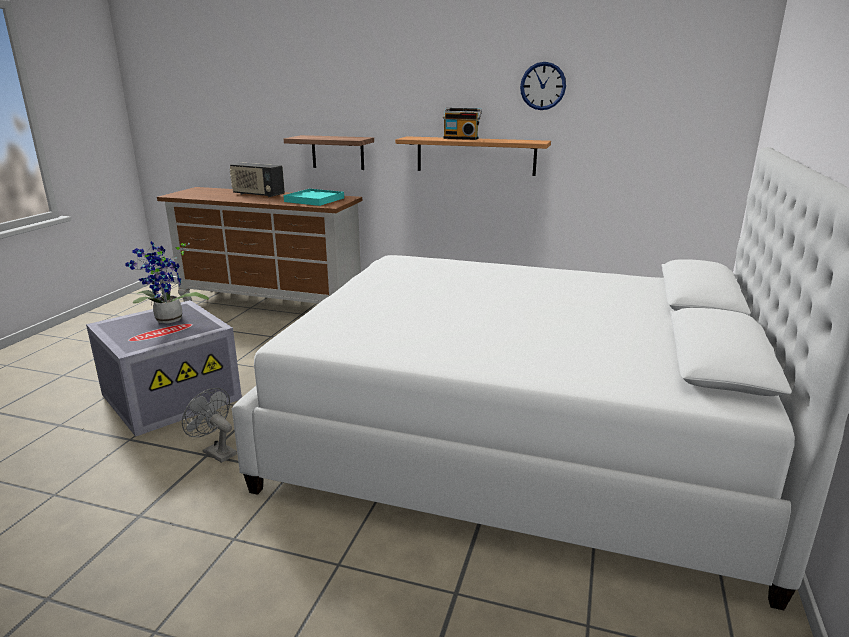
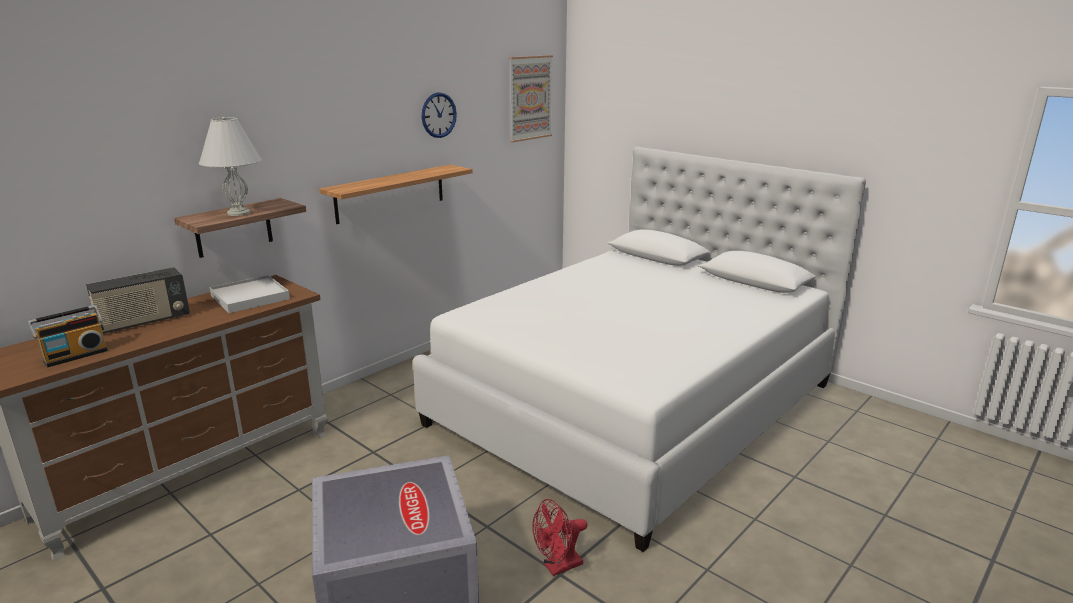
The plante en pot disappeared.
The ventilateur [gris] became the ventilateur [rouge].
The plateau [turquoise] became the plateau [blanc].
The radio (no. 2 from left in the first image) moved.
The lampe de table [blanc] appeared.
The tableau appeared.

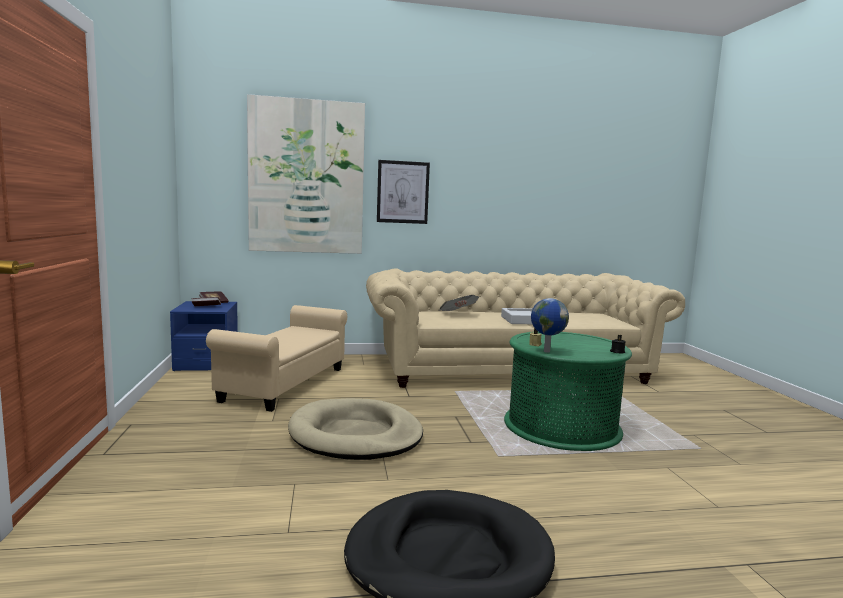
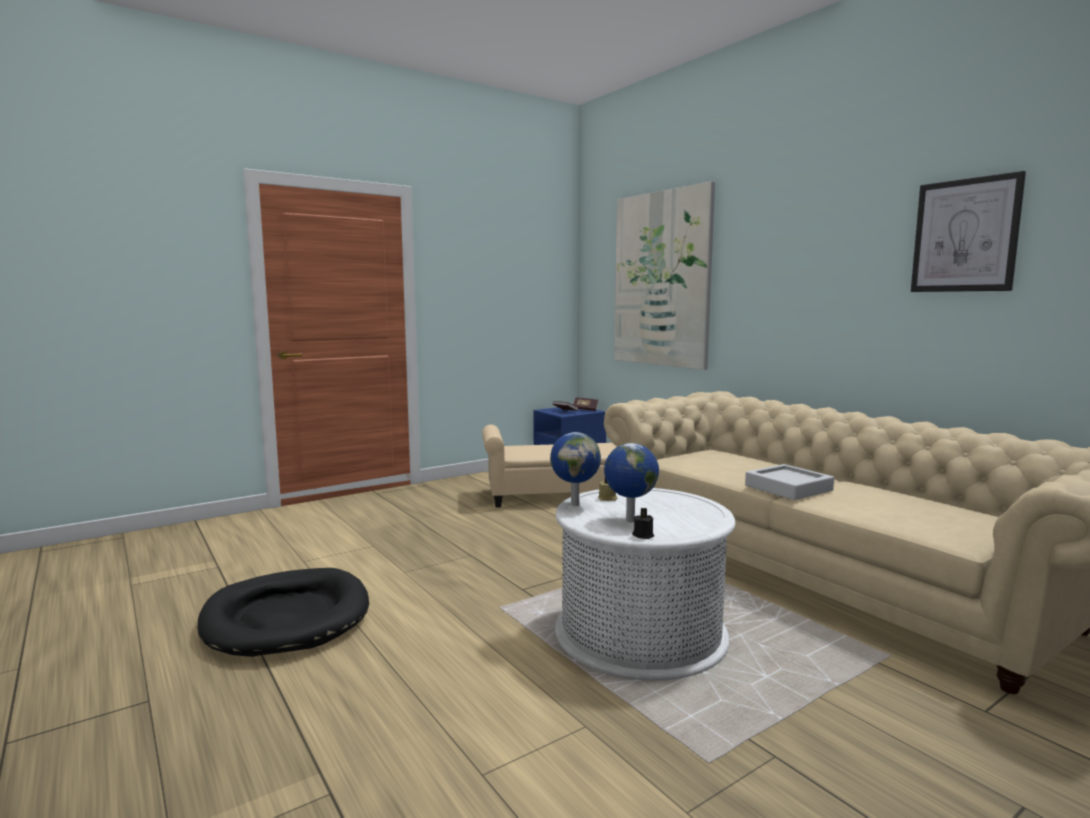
The panier pour chien [beige] disappeared.
The tableau (no. 2 from left) moved.
The journal disappeared.
The table basse [vert] became the table basse [blanc].
The globe (no. 2 from left) appeared.

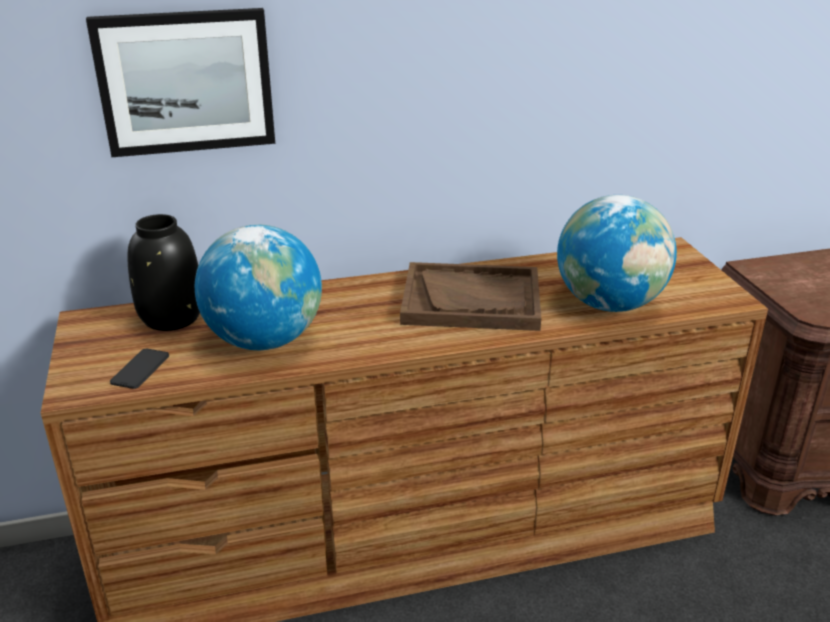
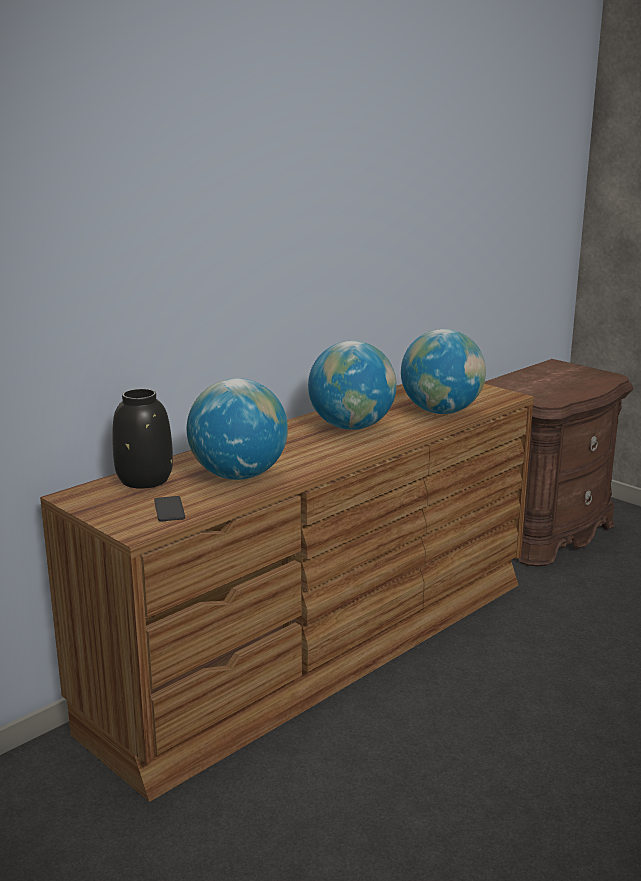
The tableau disappeared.
The plateau [marron] was replaced by the globe (no. 2 from left).

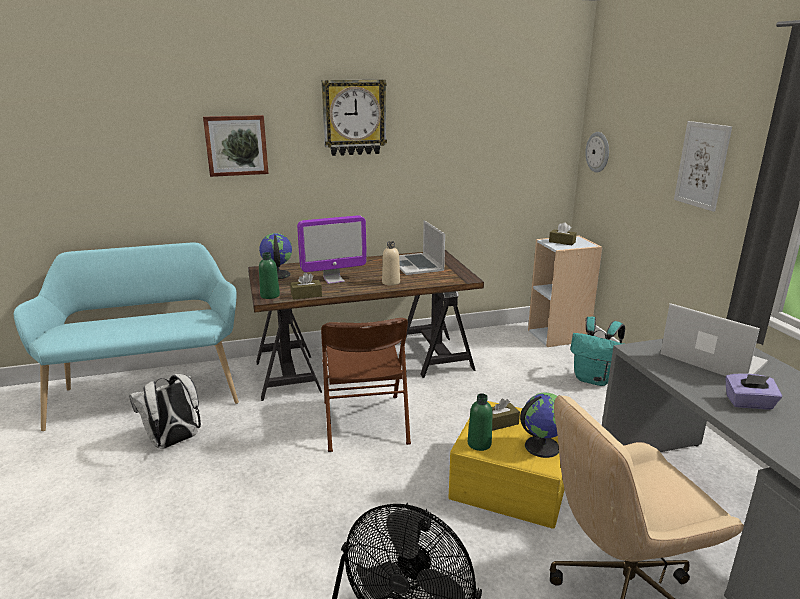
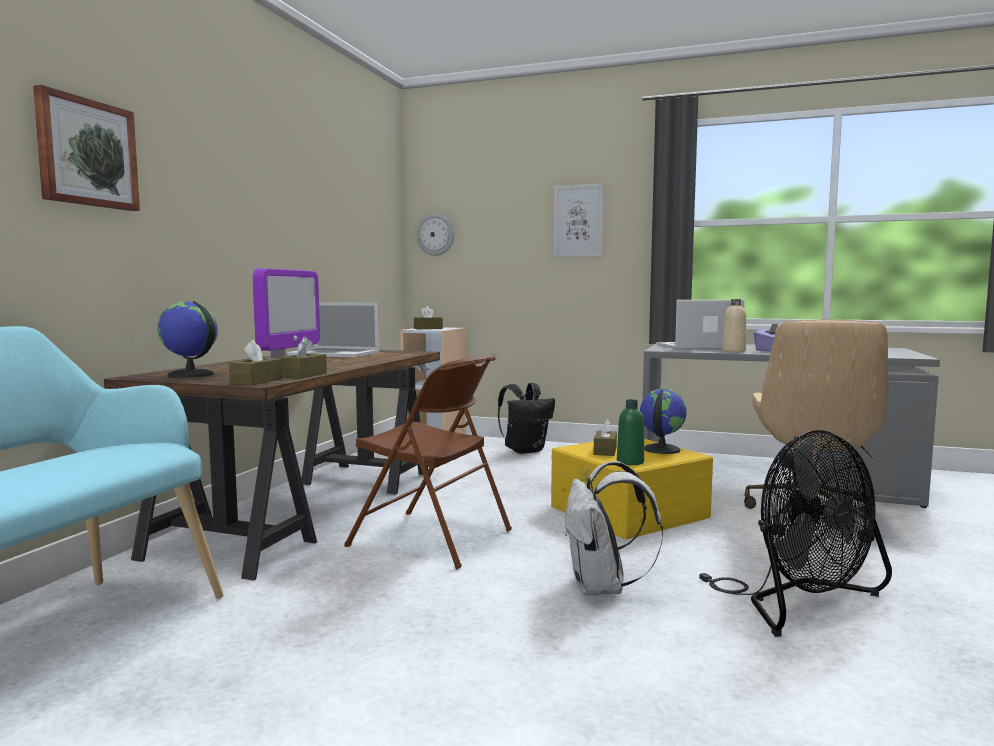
The sac à dos [blanc] moved.
The bouteille [vert] (no. 1 from left) was replaced by the boîte à mouchoirs [marron] (no. 1 from left).
The horloge murale (no. 1 from left) disappeared.
The bouteille [beige] moved.
The sac à dos [turquoise] became the sac à dos [noir].

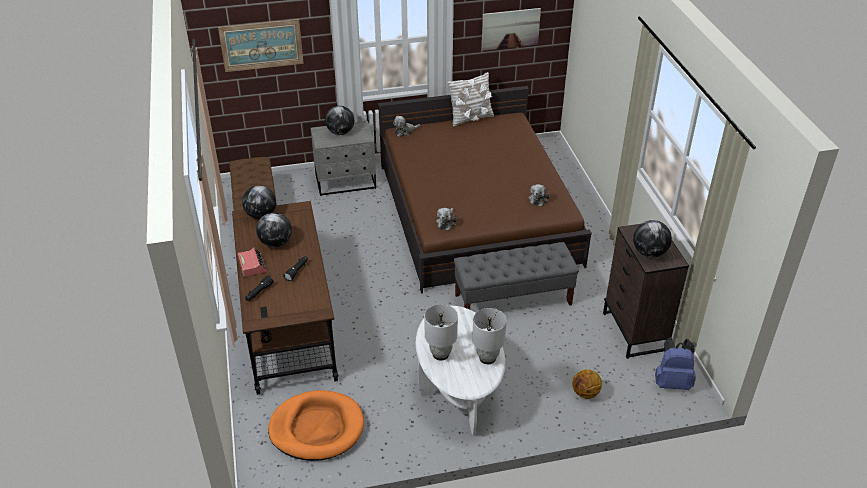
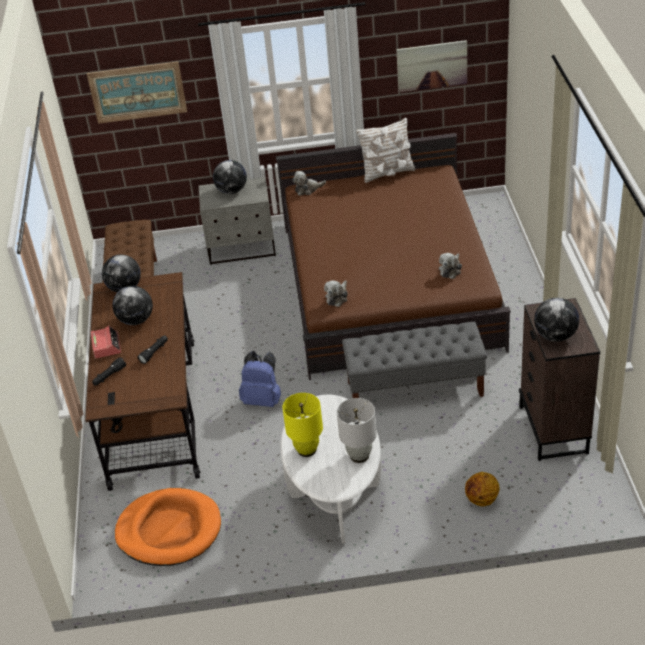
The lampe de table [blanc] (no. 1 from left) became the lampe de table [jaune].
The sac à dos [bleu] moved.

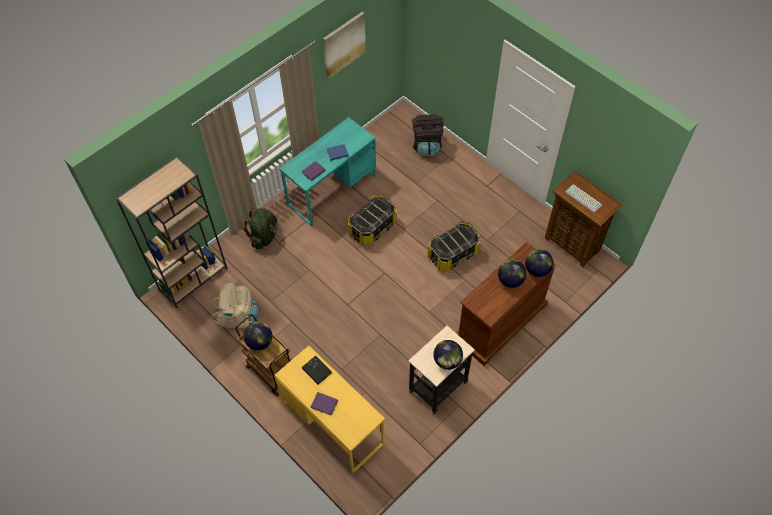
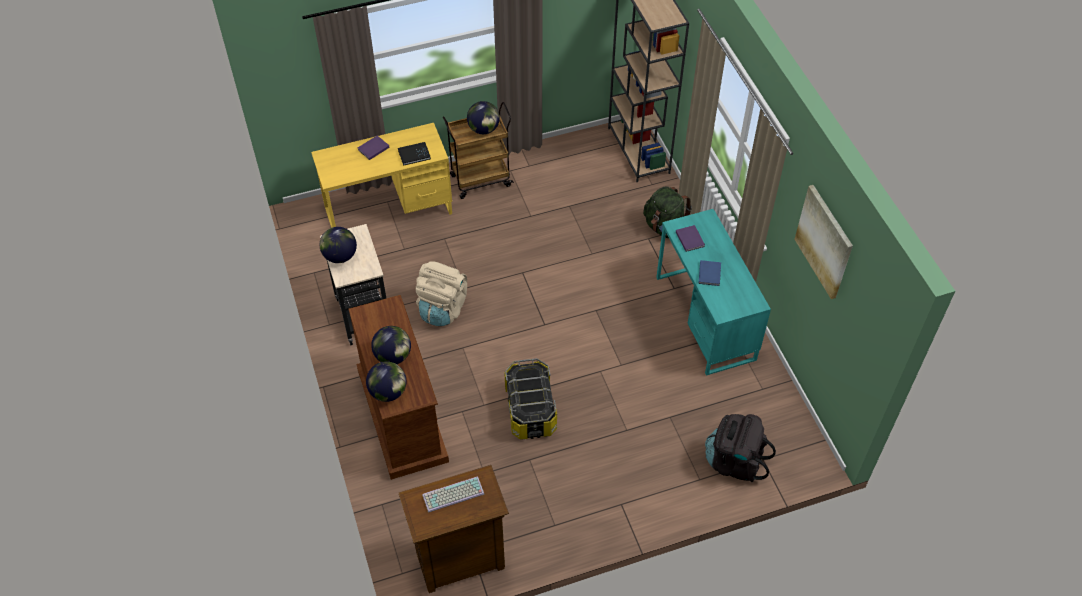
The sac à dos [beige] moved.
The boîte de rangement (no. 1 from left) disappeared.

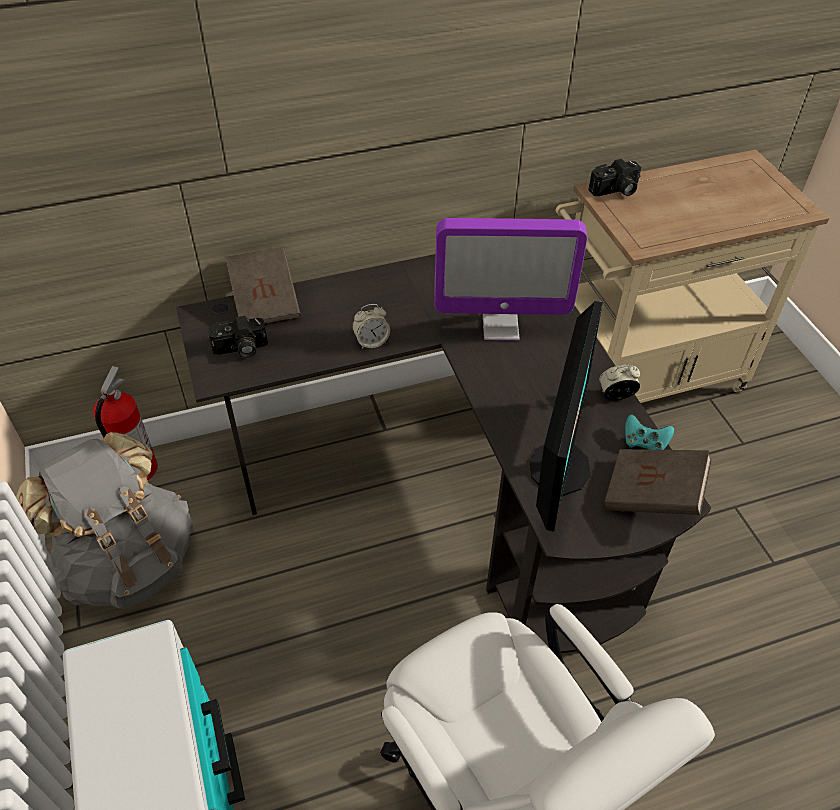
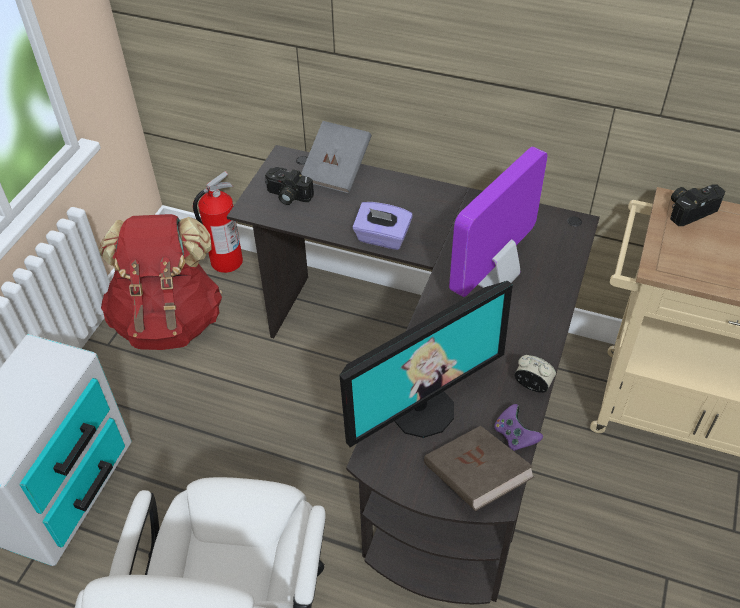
The sac à dos [gris] became the sac à dos [rouge].
The livre [marron] (no. 1 from left) became the livre [gris].
The réveil (no. 1 from left) was replaced by the boîte à mouchoirs [violet].
The écran d'ordinateur (no. 1 from left in the first image) turned 90 degrees clockwise.
The appareil photo (no. 2 from left) turned 135 degrees clockwise.
The manette [turquoise] became the manette [violet].

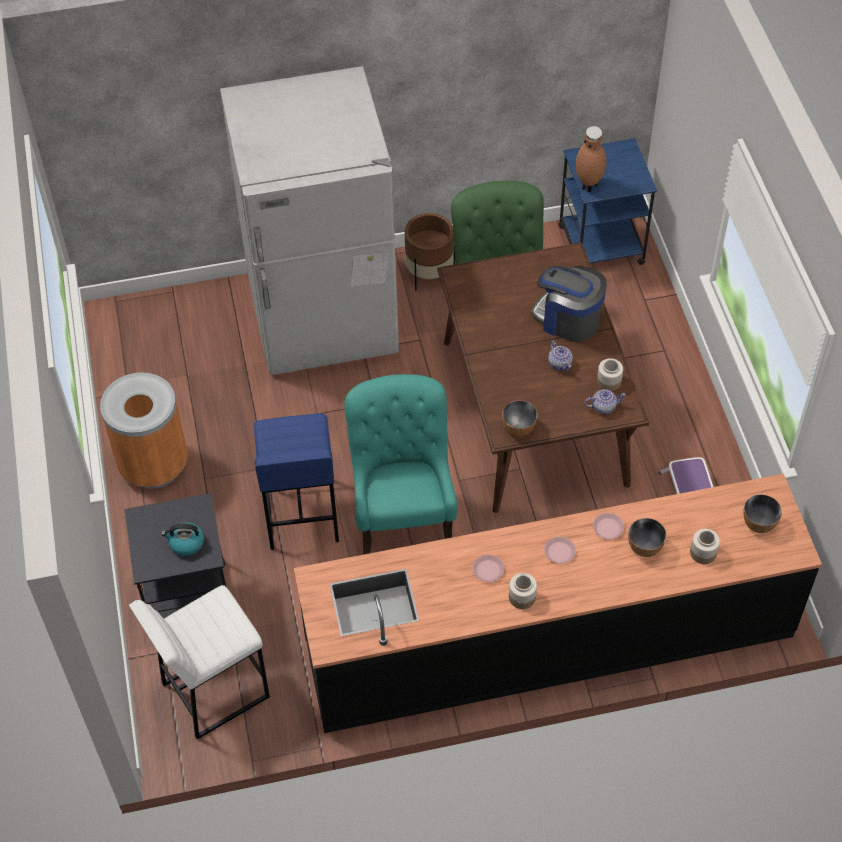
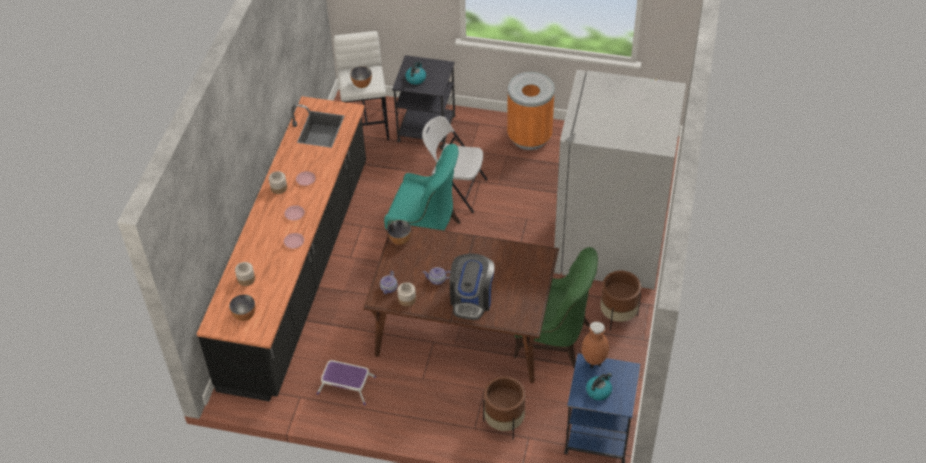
The tabouret [bleu] was replaced by the chaise [blanc].
The machine à café turned 135 degrees clockwise.
The bol (no. 2 from left) moved.
The cache-pot [marron] (no. 1 from left) appeared.
The bouilloire (no. 2 from left) appeared.

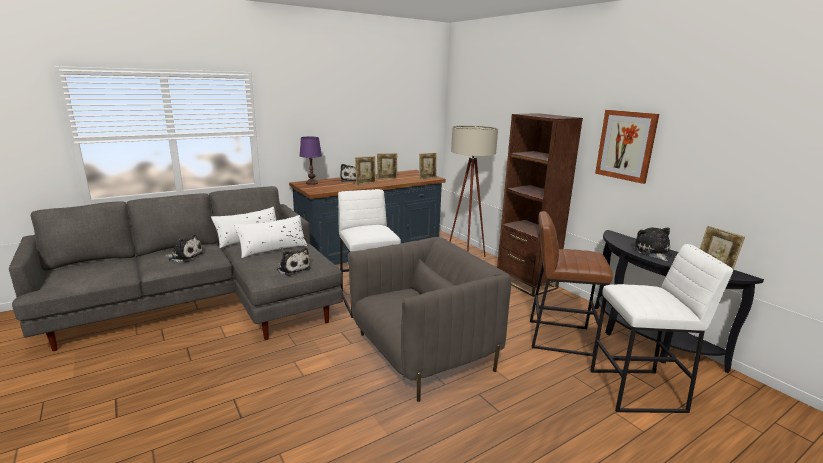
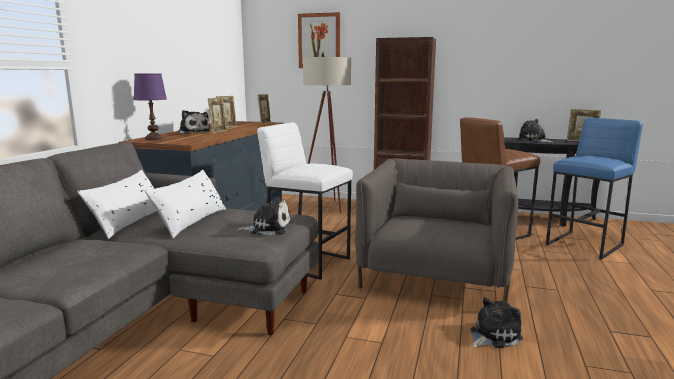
The peluche (no. 1 from left in the first image) moved.
The tabouret [blanc] (no. 2 from left) became the tabouret [bleu].
The tableau moved.

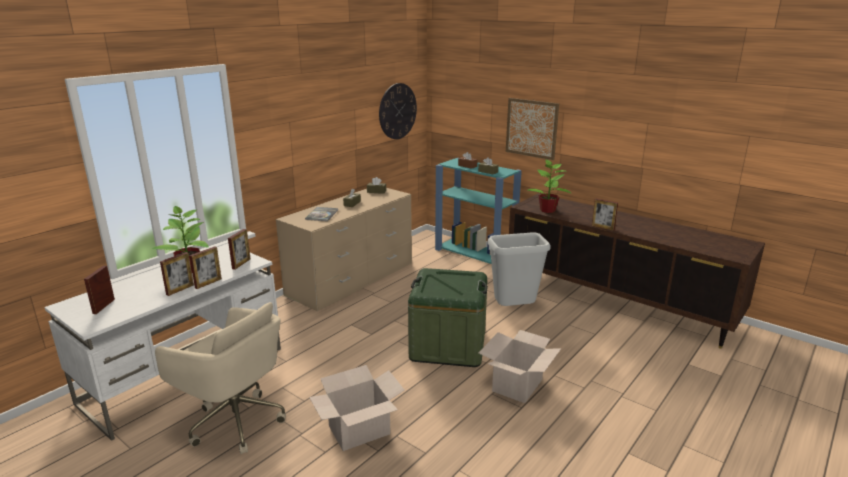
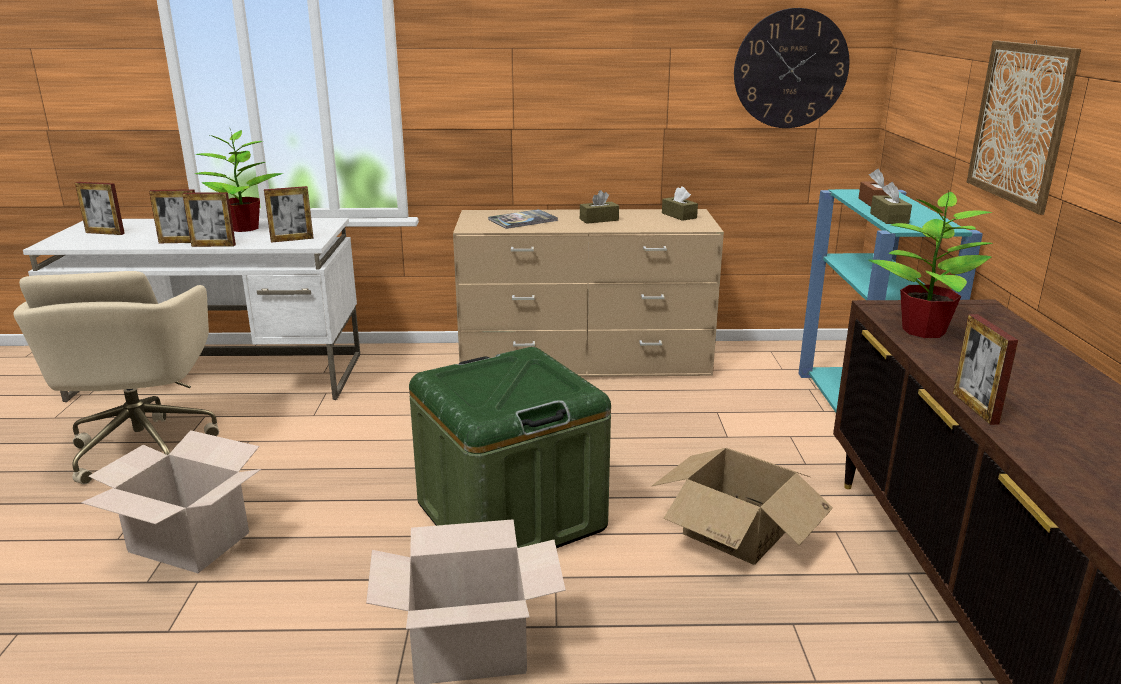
The cadre photo (no. 1 from left) turned 135 degrees counterclockwise.
The poubelle [gris] was replaced by the carton (no. 3 from left).

